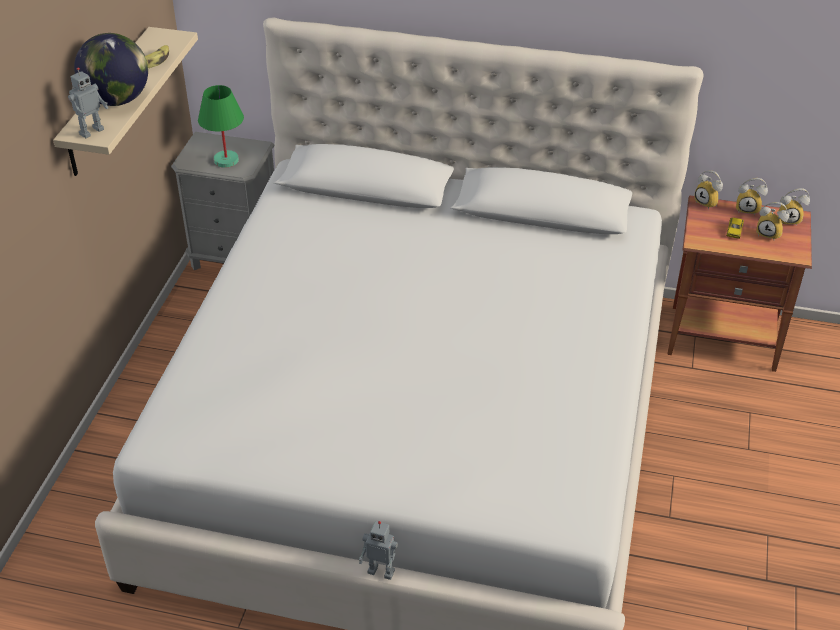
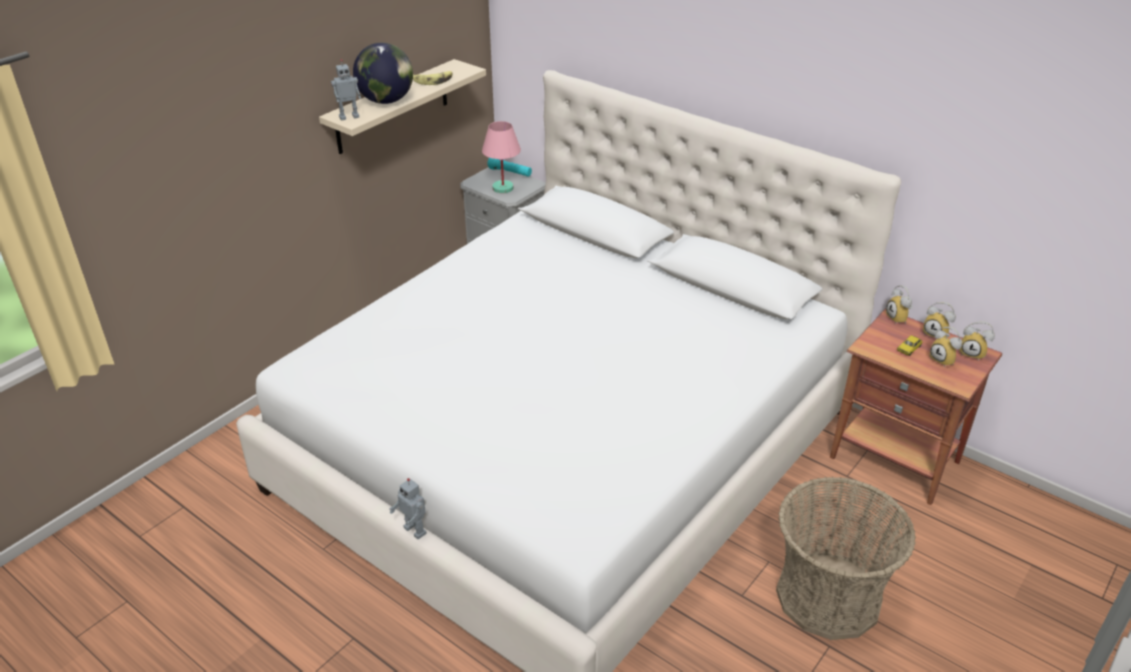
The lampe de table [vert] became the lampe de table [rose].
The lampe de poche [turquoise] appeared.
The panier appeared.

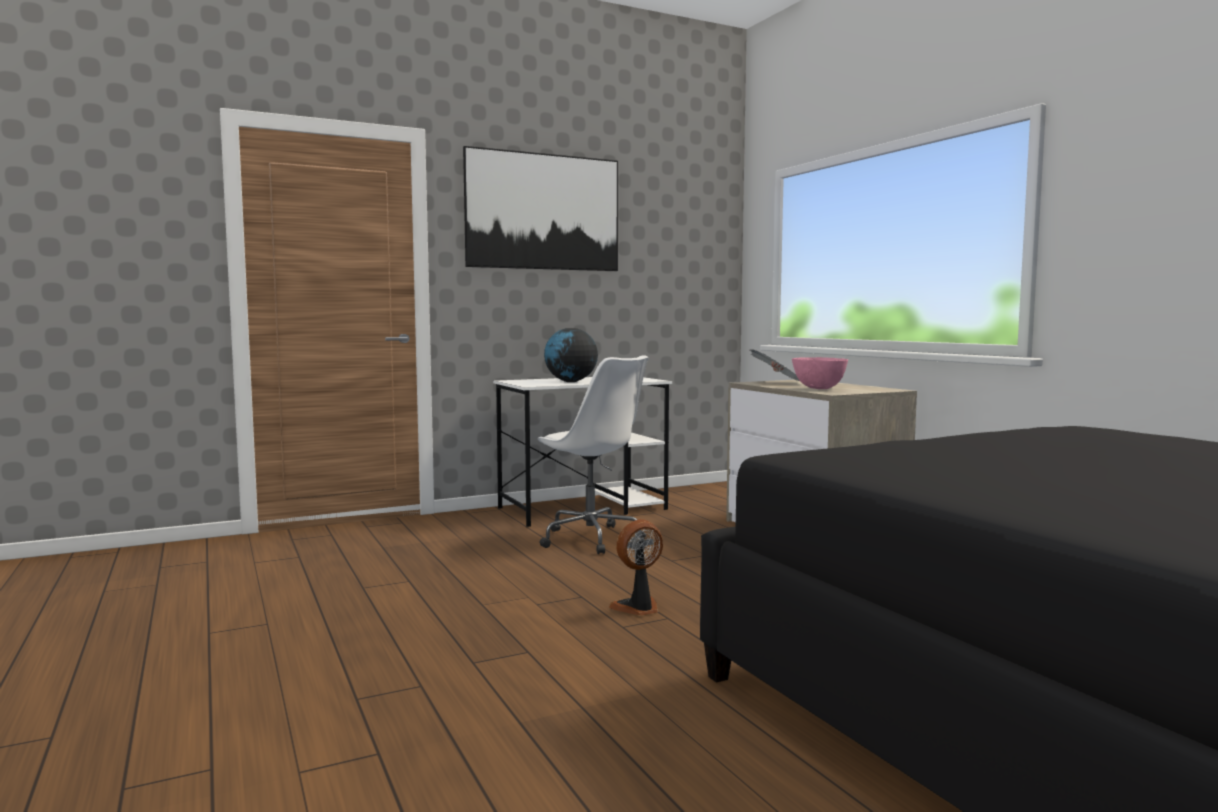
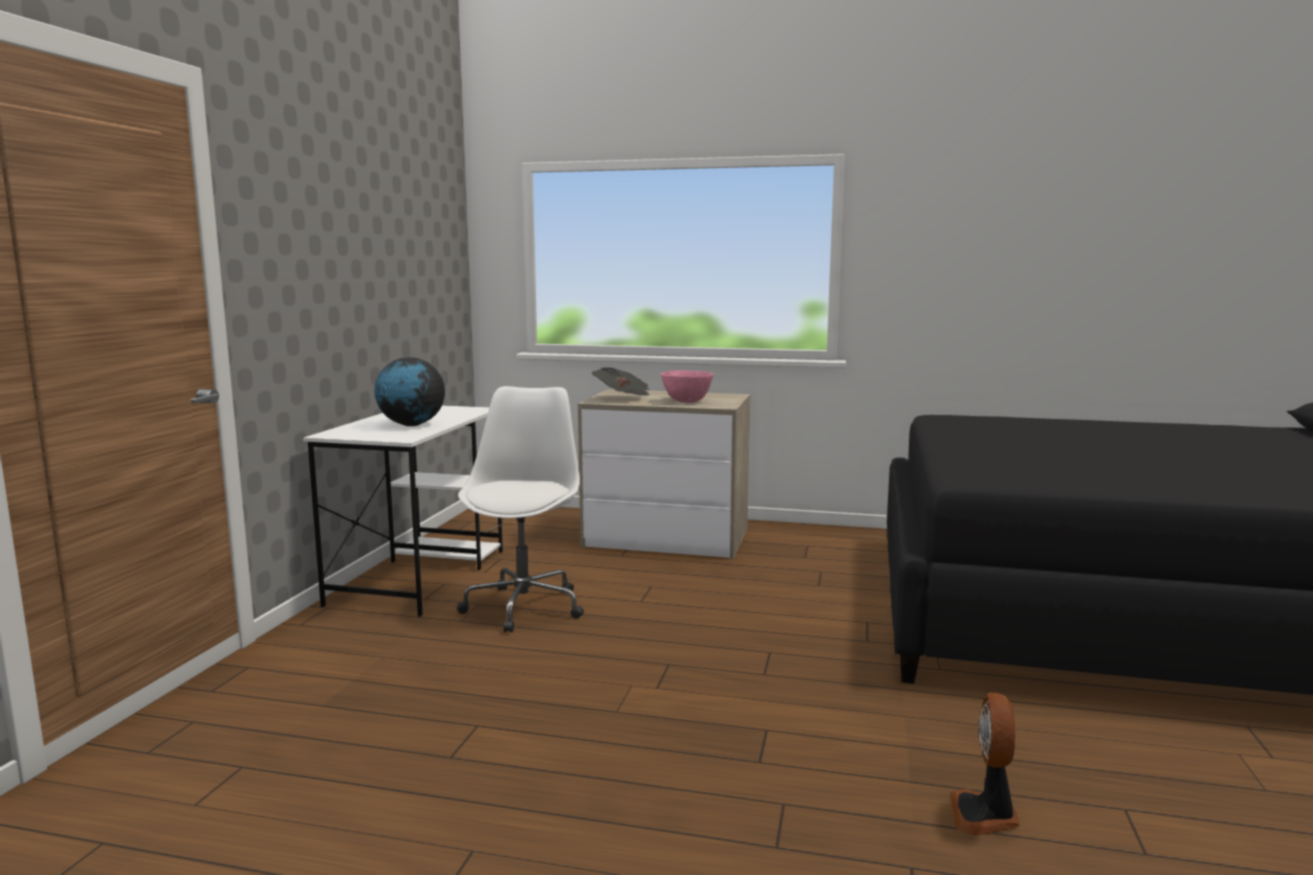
The tableau disappeared.
The chaise de bureau [blanc] turned 75 degrees counterclockwise.
The ventilateur moved.

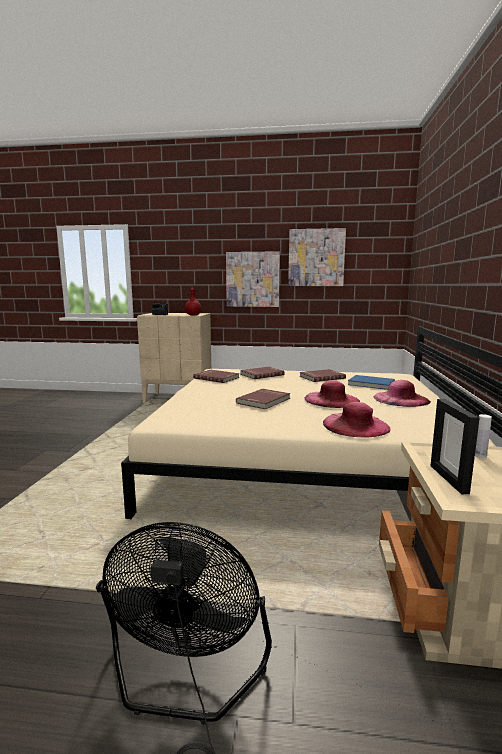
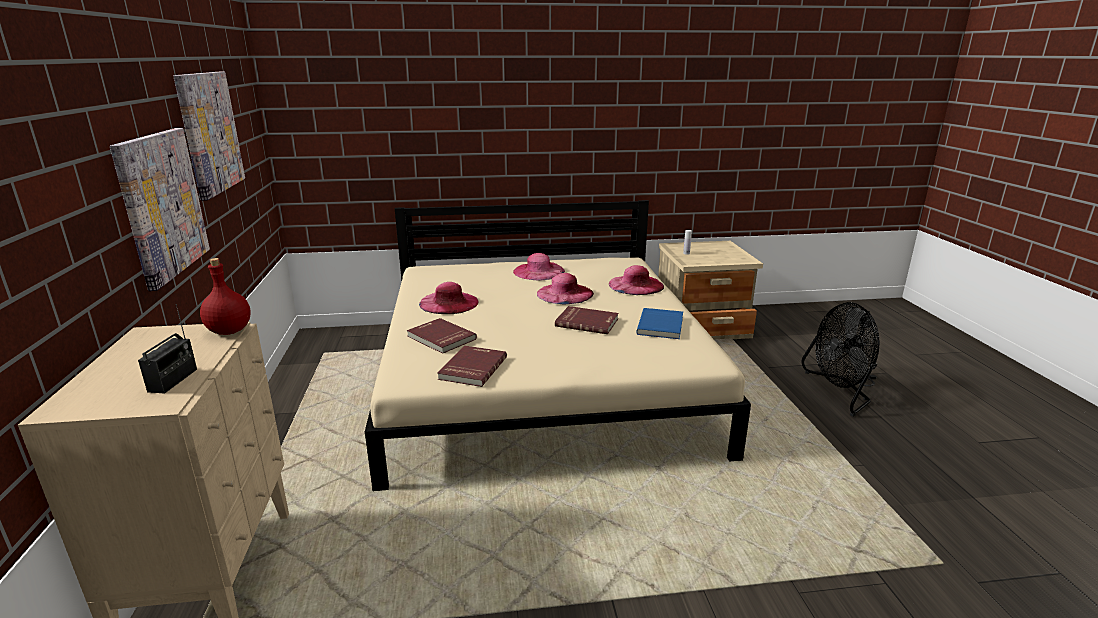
The livre [rouge] (no. 4 from left) was replaced by the chapeau [rose] (no. 1 from left).
The livre [bleu] moved.
The cadre photo disappeared.

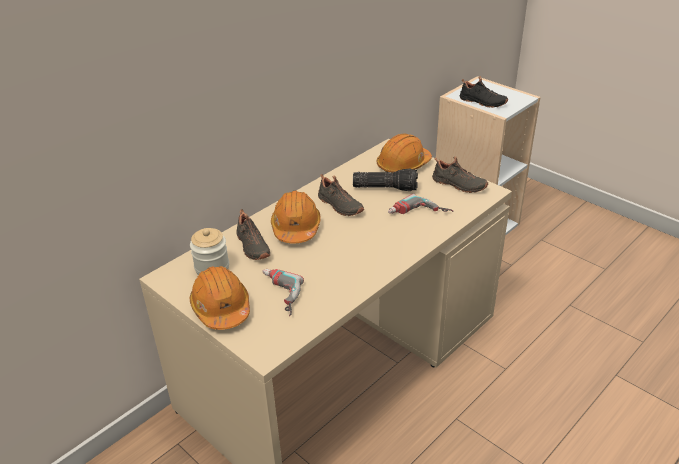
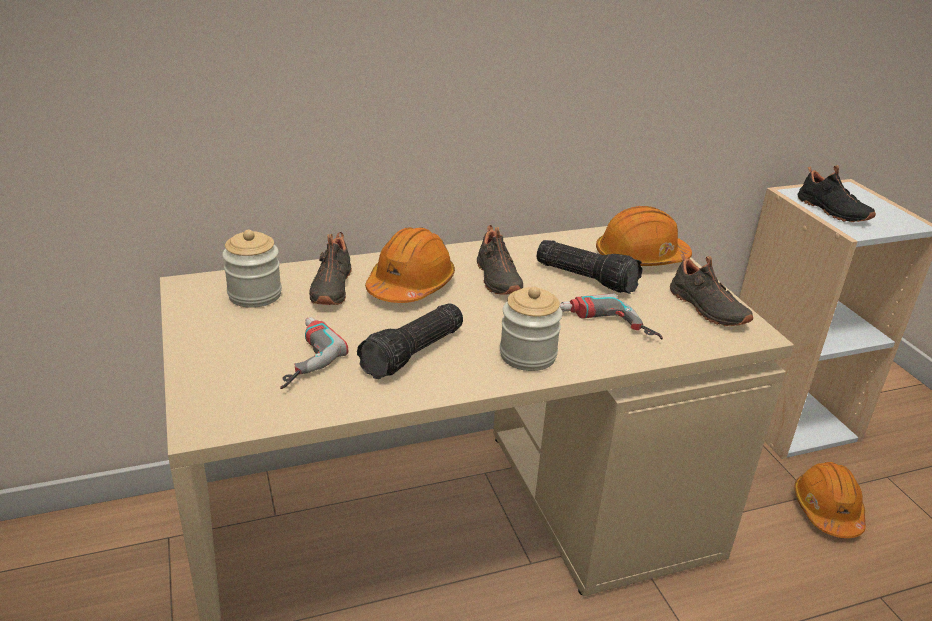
The casque de chantier [orange] (no. 1 from left in the first image) moved.
The lampe de poche (no. 1 from left) appeared.
The bocal (no. 2 from left) appeared.

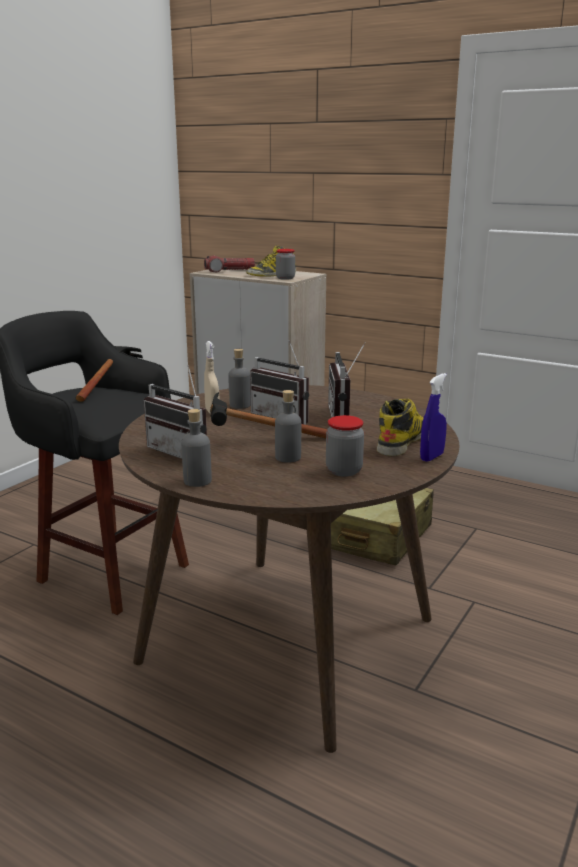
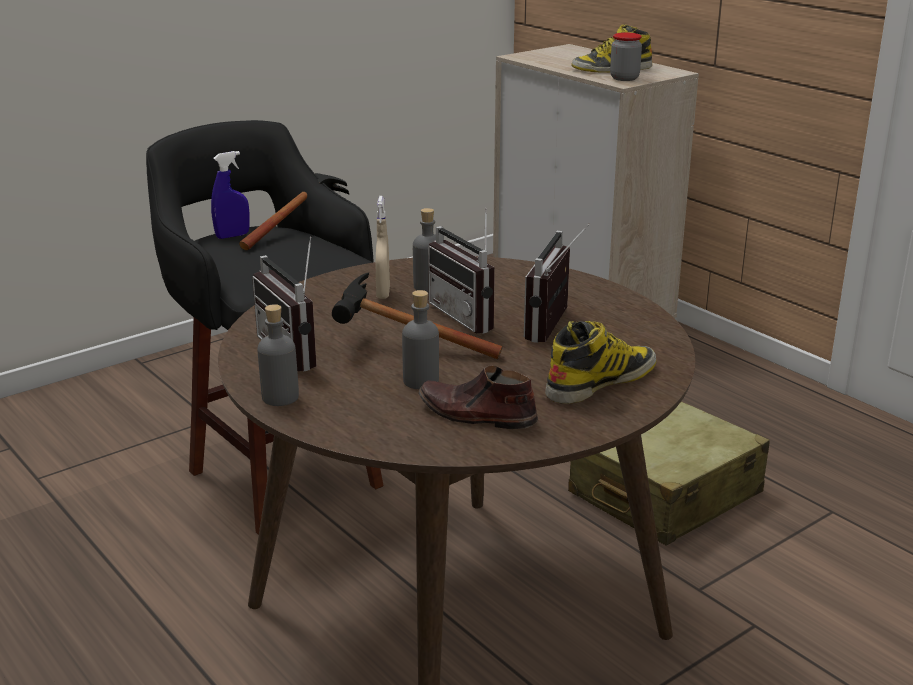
The lampe de poche disappeared.
The bocal (no. 2 from left) was replaced by the chaussure [marron].
The vaporisateur [bleu] moved.

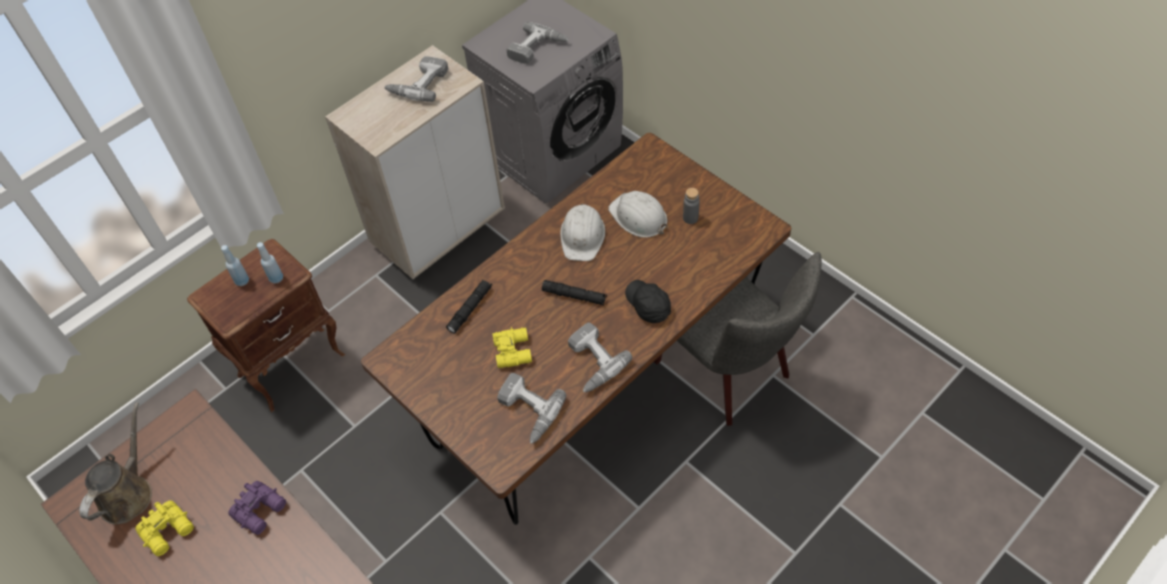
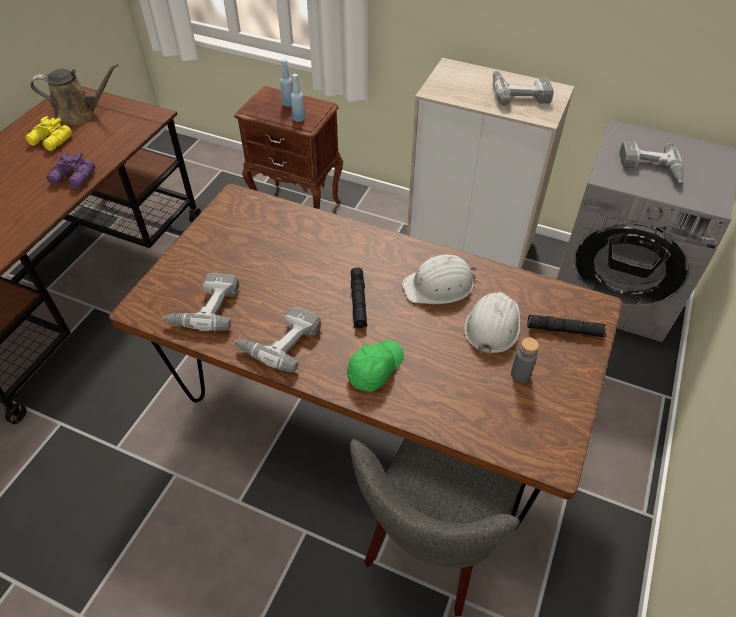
The lampe de poche [noir] (no. 1 from left in the first image) moved.
The jumelles [jaune] (no. 2 from left) disappeared.
The casquette [noir] became the casquette [vert].

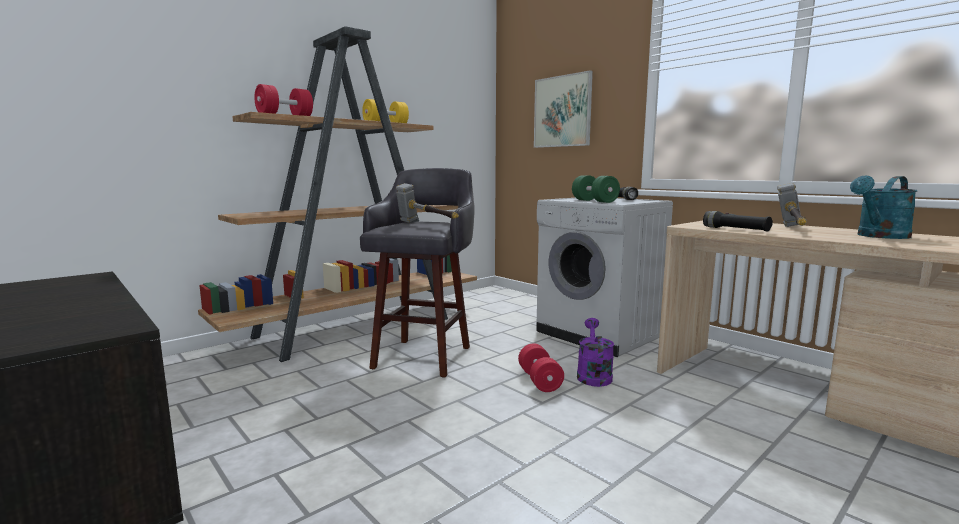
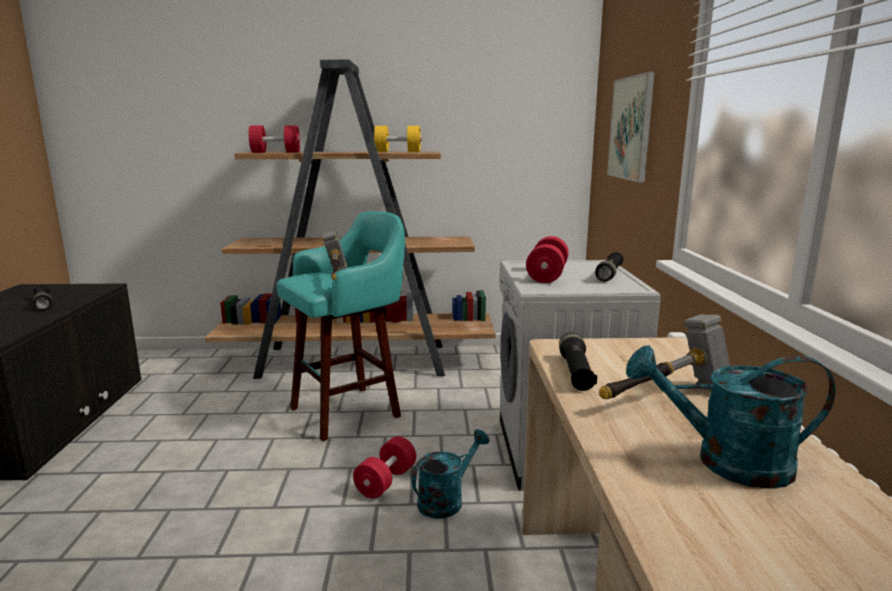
The tabouret [gris] became the tabouret [turquoise].
The haltère [vert] became the haltère [rouge] (no. 3 from left).
The arrosoir [violet] became the arrosoir [turquoise] (no. 1 from left).
The lampe de poche [noir] (no. 1 from left) appeared.

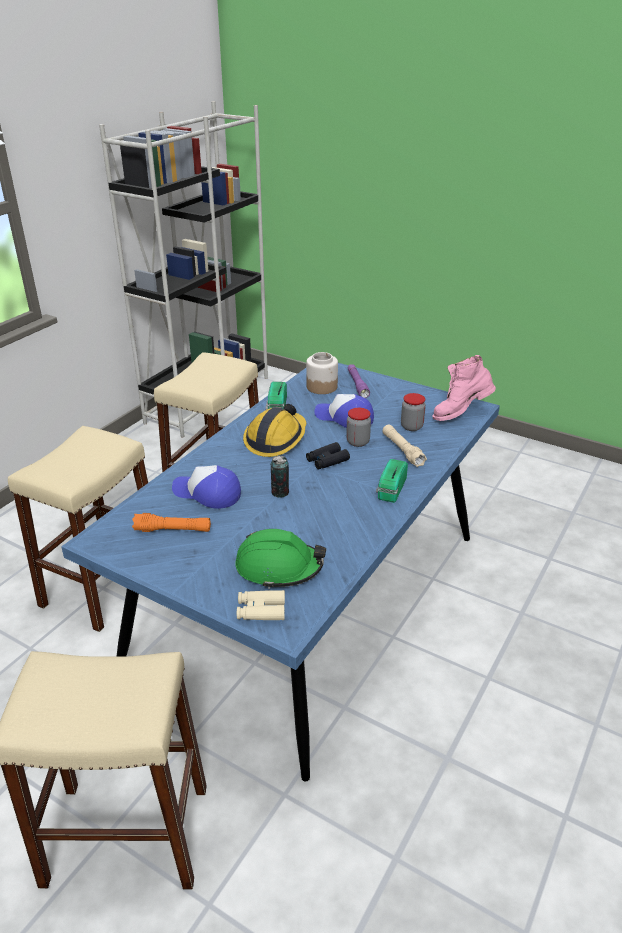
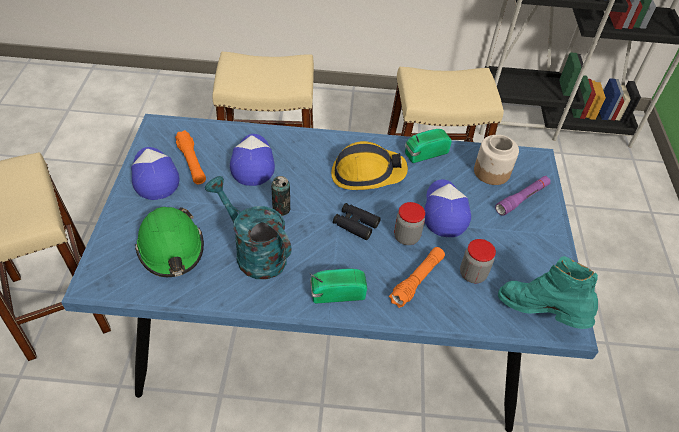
The jumelles [beige] disappeared.
The lampe de poche [beige] became the lampe de poche [orange] (no. 2 from left).
The botte [rose] became the botte [turquoise].
The casquette (no. 1 from left) appeared.
The arrosoir [turquoise] appeared.

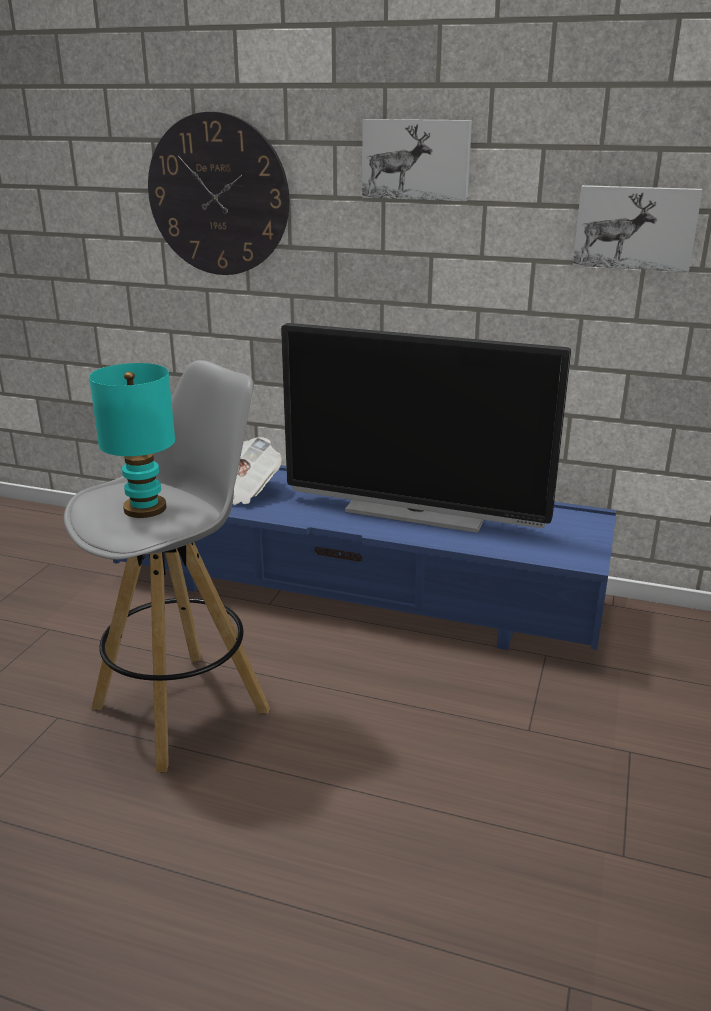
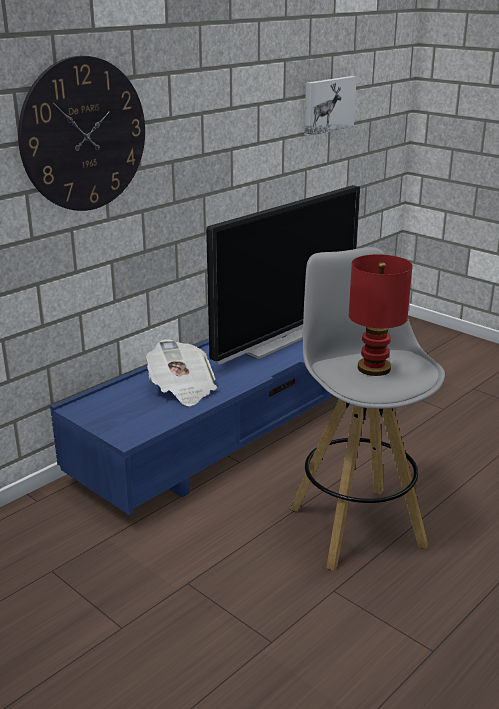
The lampe de table [turquoise] became the lampe de table [rouge].
The tableau (no. 1 from left) disappeared.

